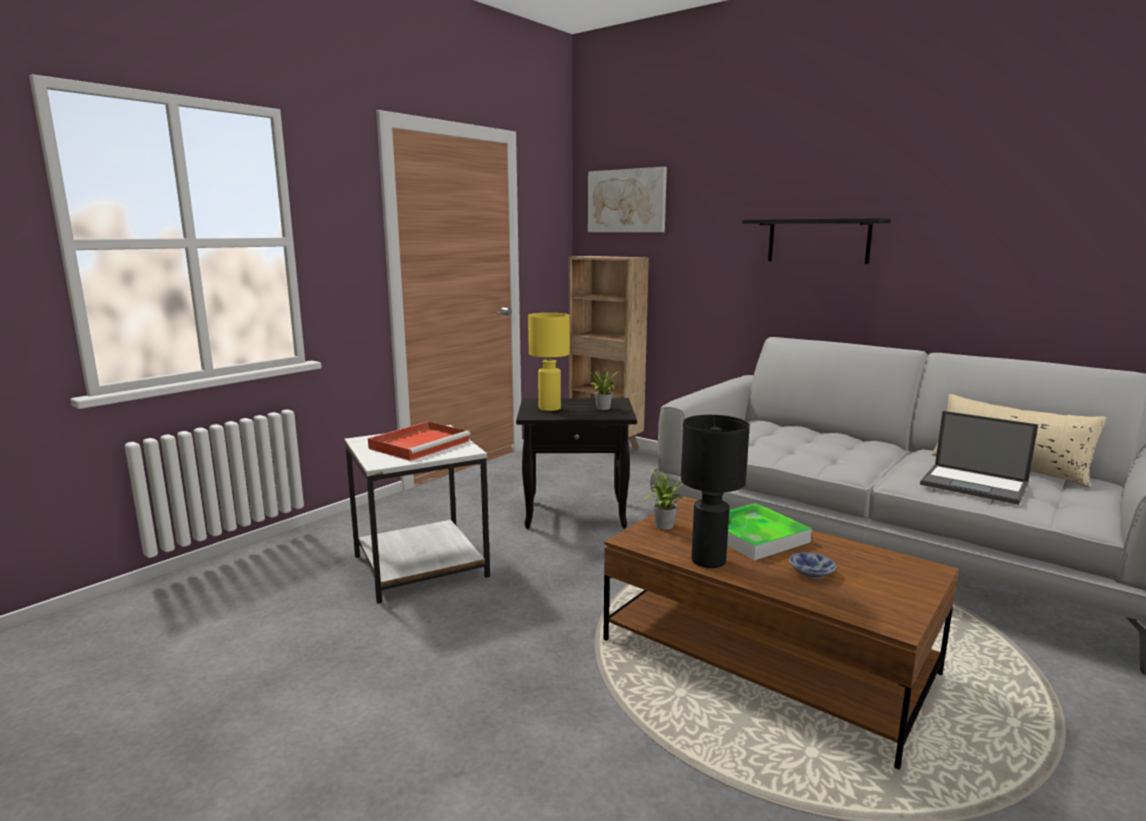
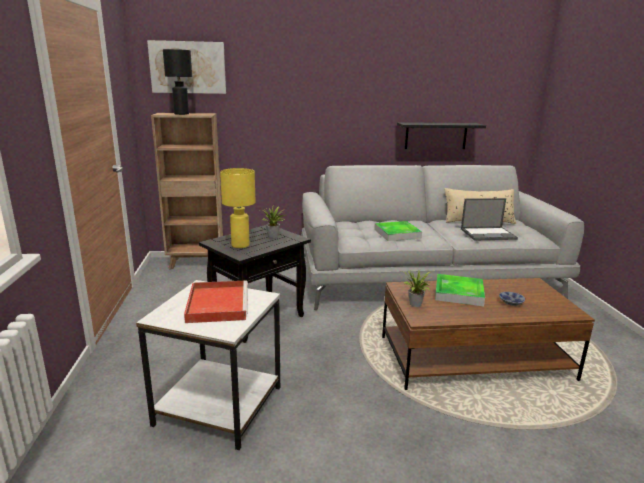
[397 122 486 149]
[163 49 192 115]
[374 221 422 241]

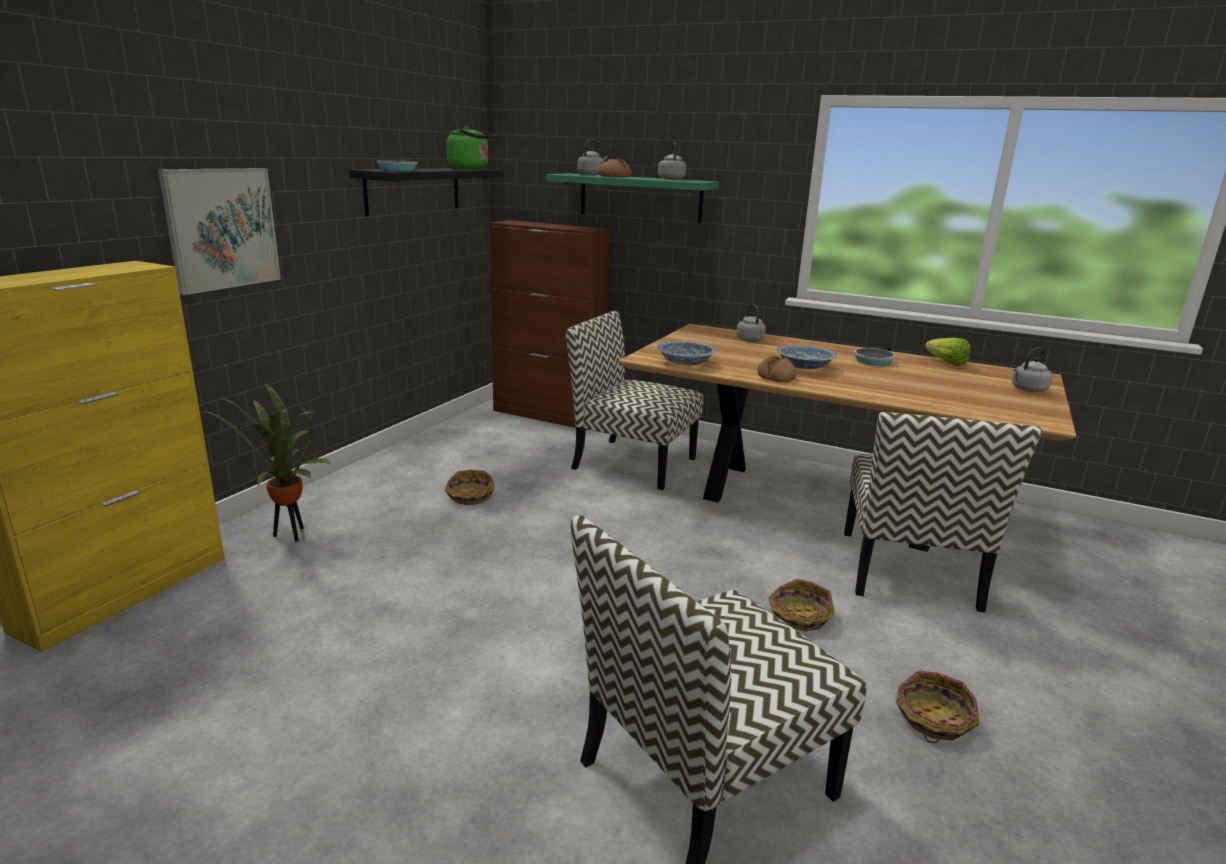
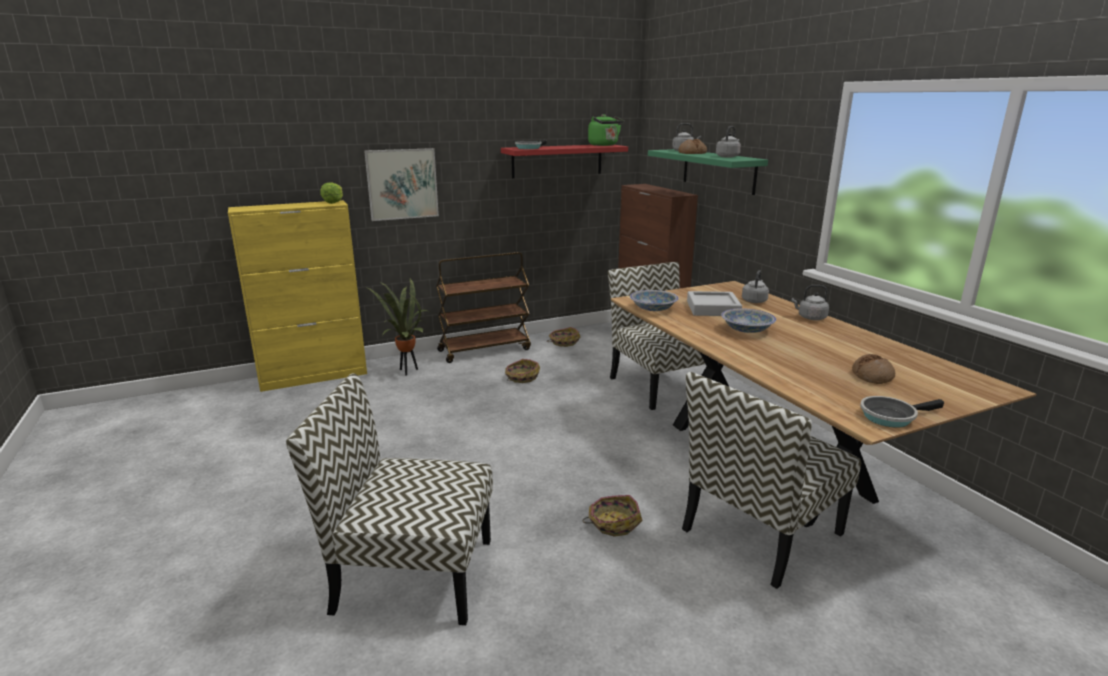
[501 145 628 178]
[320 182 343 204]
[860 396 944 428]
[792 285 829 320]
[852 354 895 384]
[547 327 581 347]
[436 252 531 363]
[687 291 742 316]

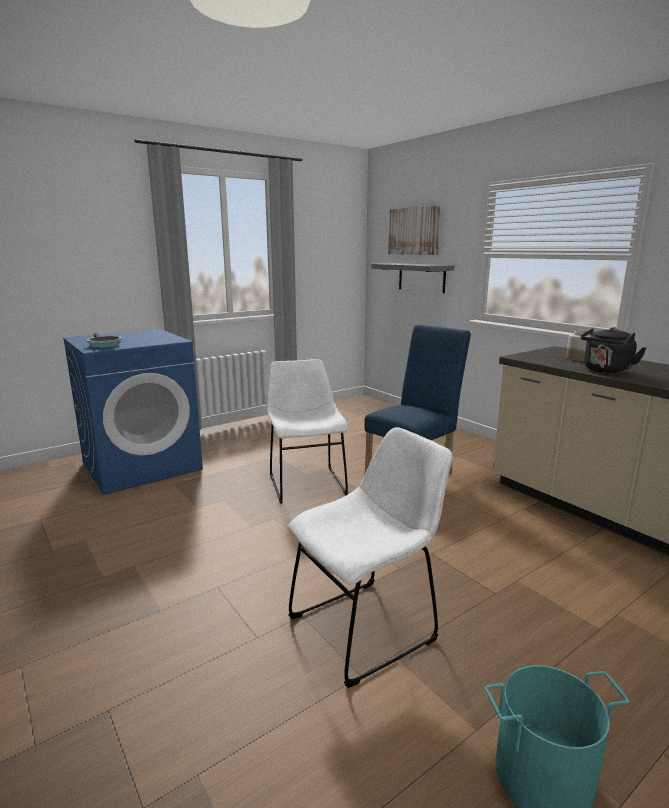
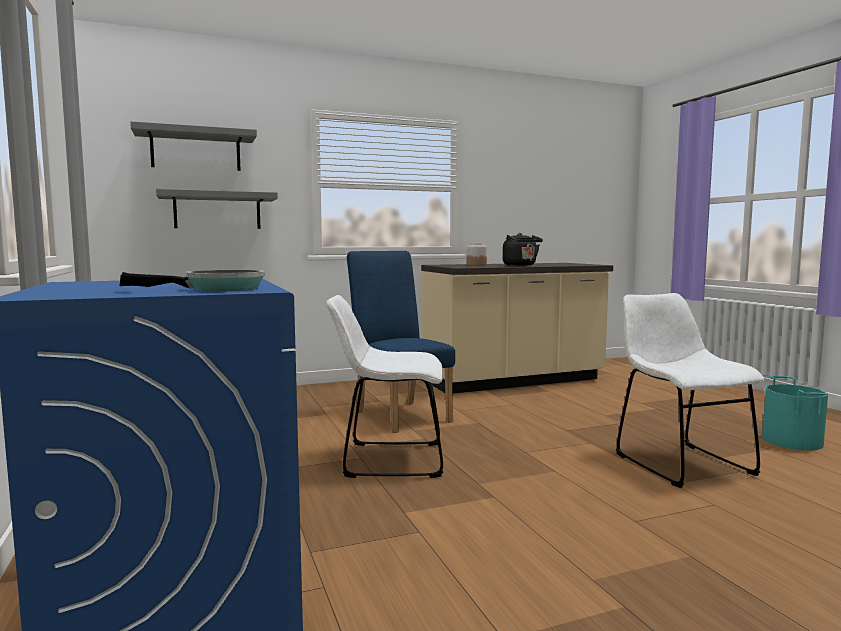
[130 121 257 171]

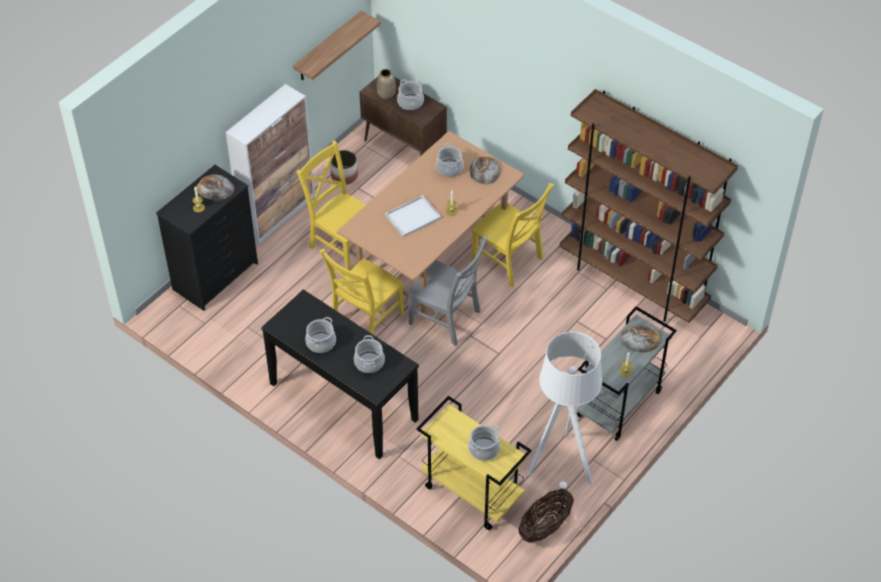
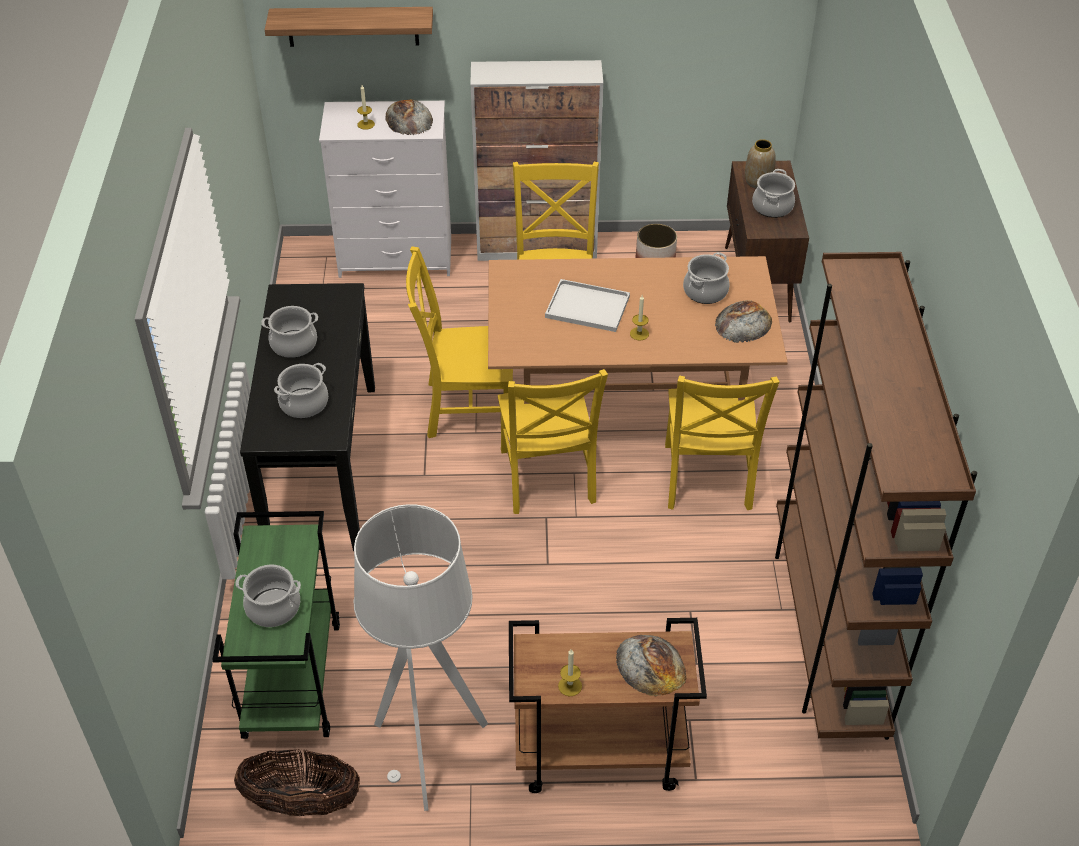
[265 7 433 47]
[319 101 451 278]
[498 369 608 514]
[509 618 707 793]
[213 511 340 739]

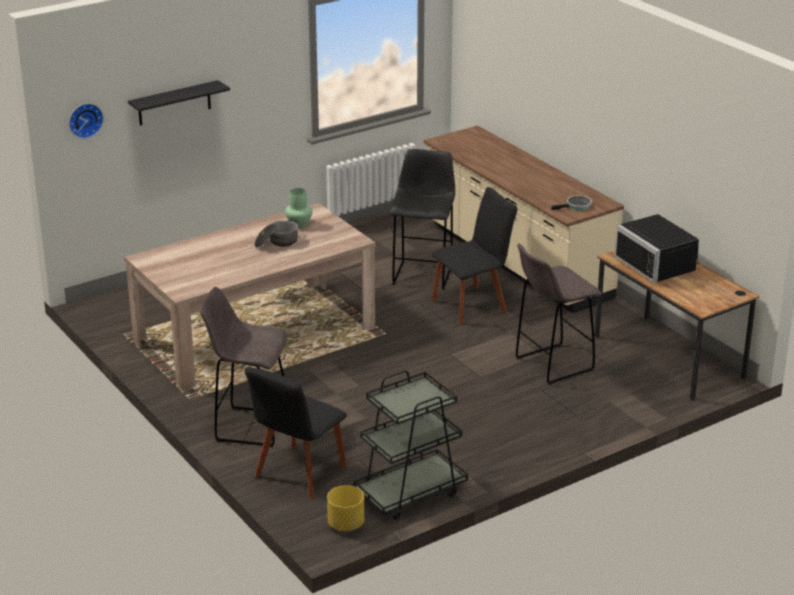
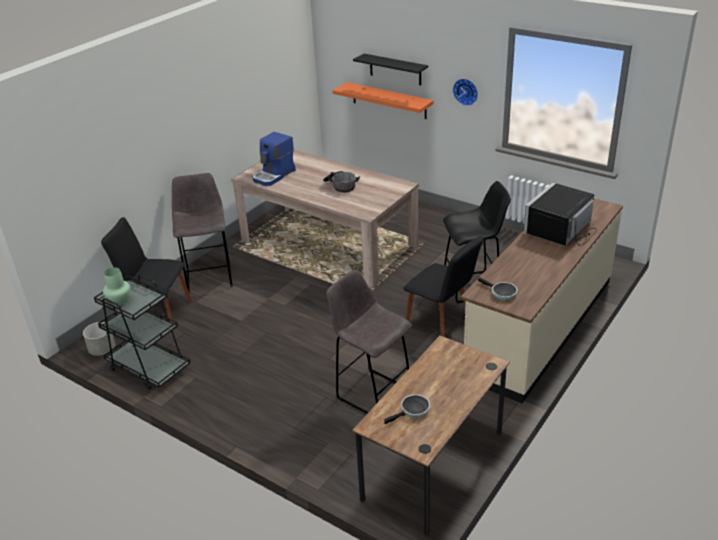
[453 78 478 106]
[103 267 131 305]
[523 183 597 246]
[83 322 115 356]
[332 82 434 119]
[252 132 296 186]
[384 394 430 424]

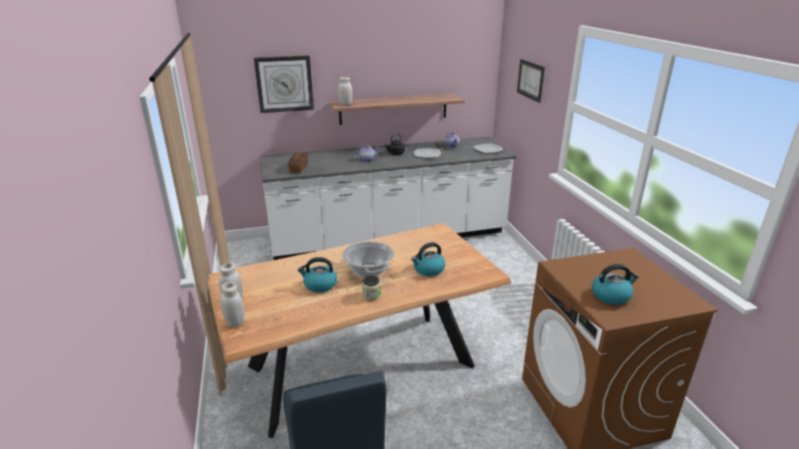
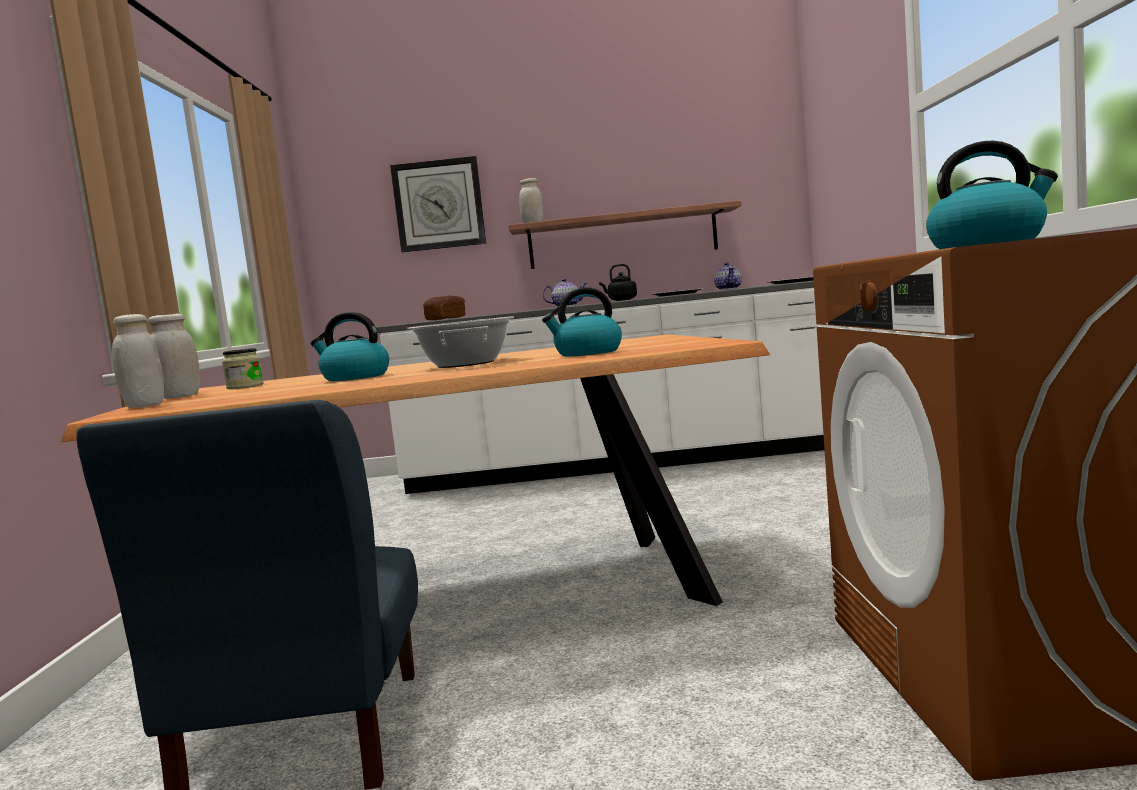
[517 59 545 103] (first image)
[222 348 264 389]

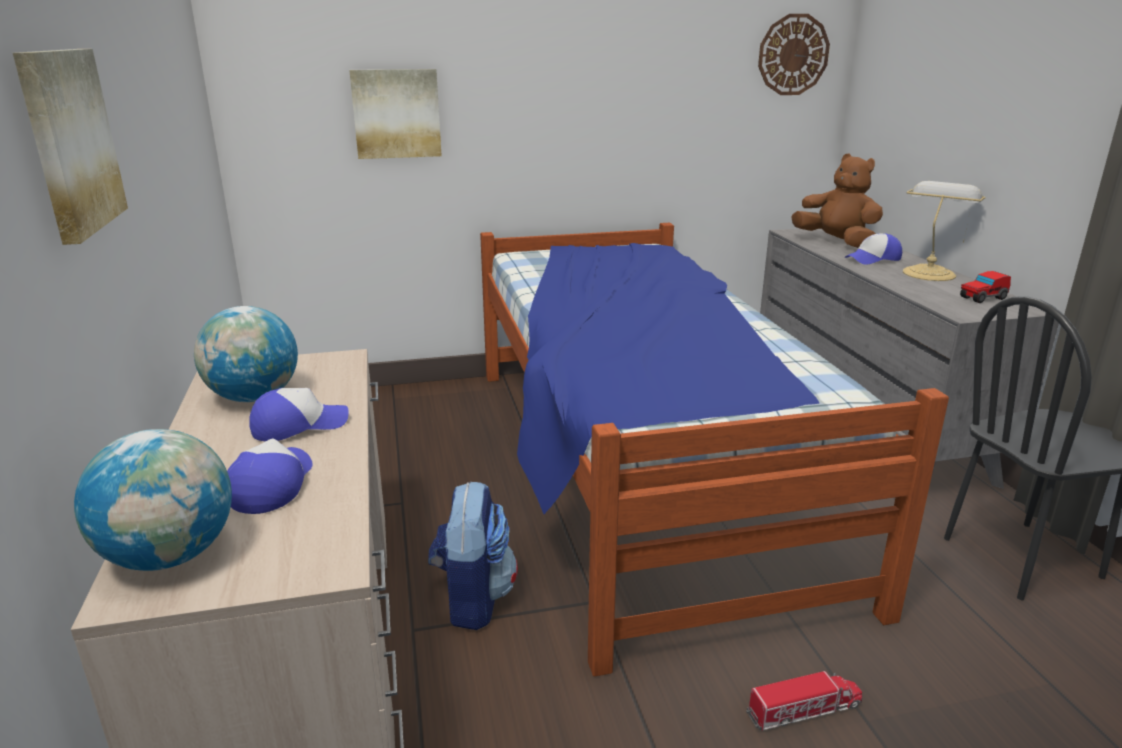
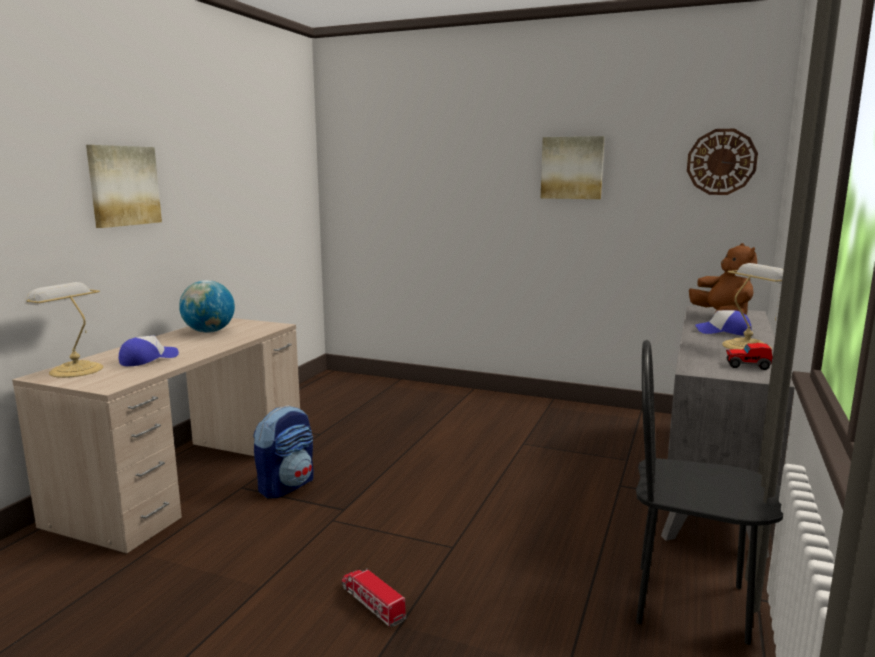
[541 136 605 199]
[480 223 949 677] (first image)
[249 388 349 442] (first image)
[24 282 103 378]
[342 568 406 627]

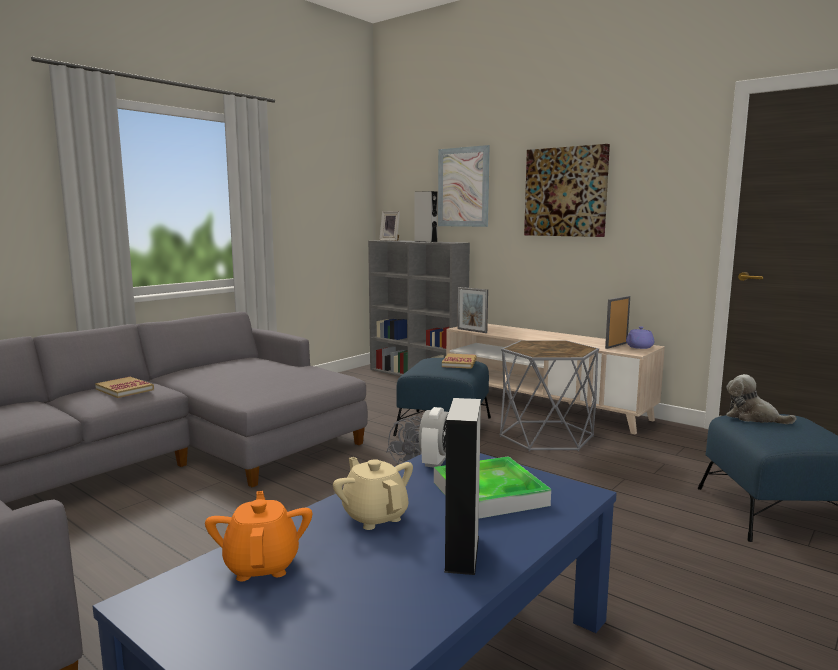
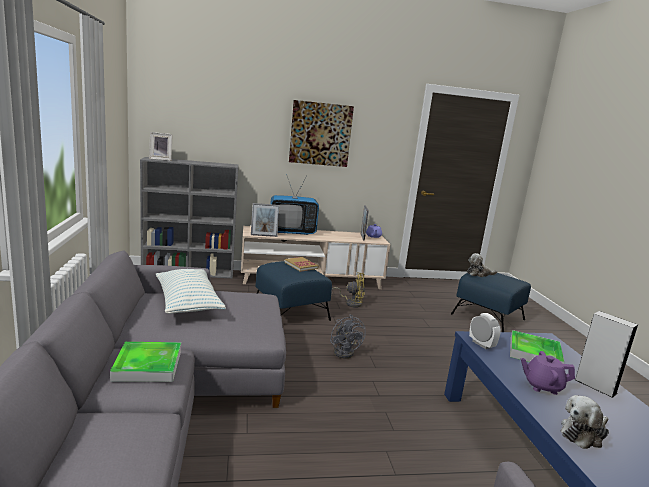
[438 145 490 227] (first image)
[414 191 437 242] (first image)
[331 272 365 308]
[110 342 181 382]
[521 351 575 395]
[561 395 609 449]
[270 174 319 235]
[156 269 226 314]

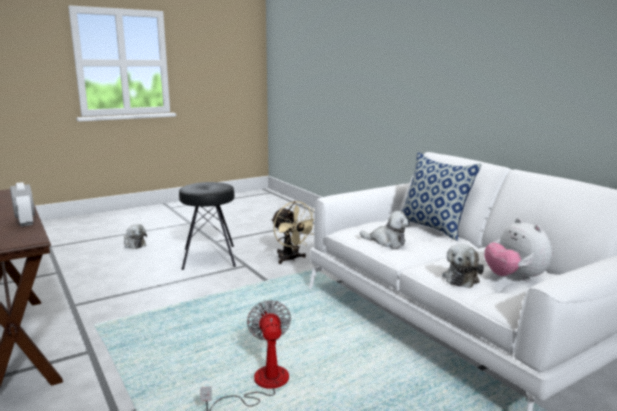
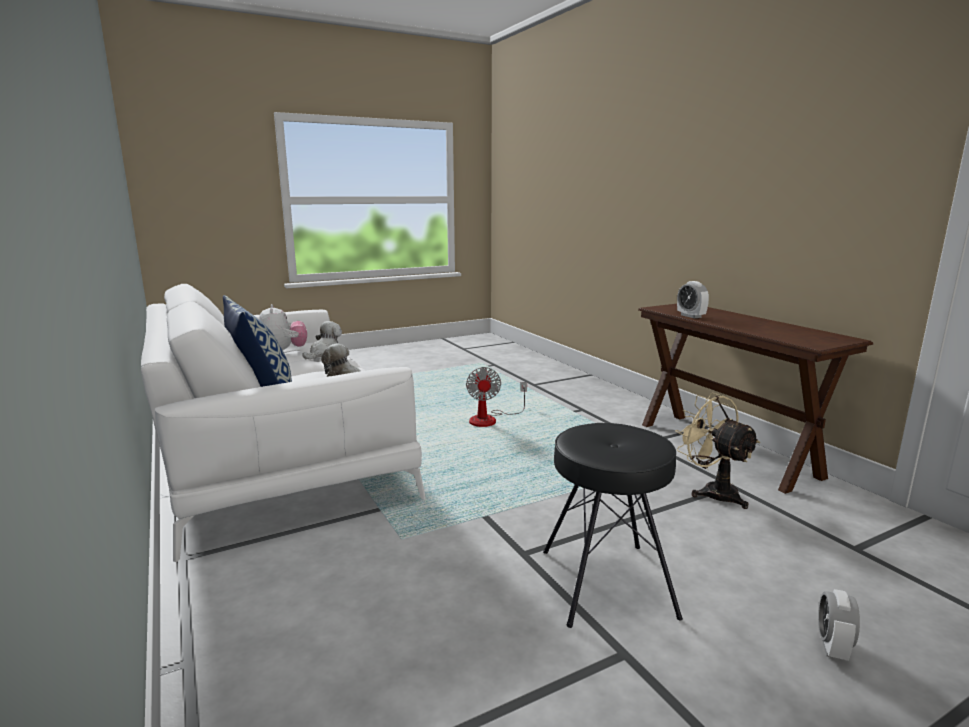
[675 393 760 509]
[818 589 860 661]

